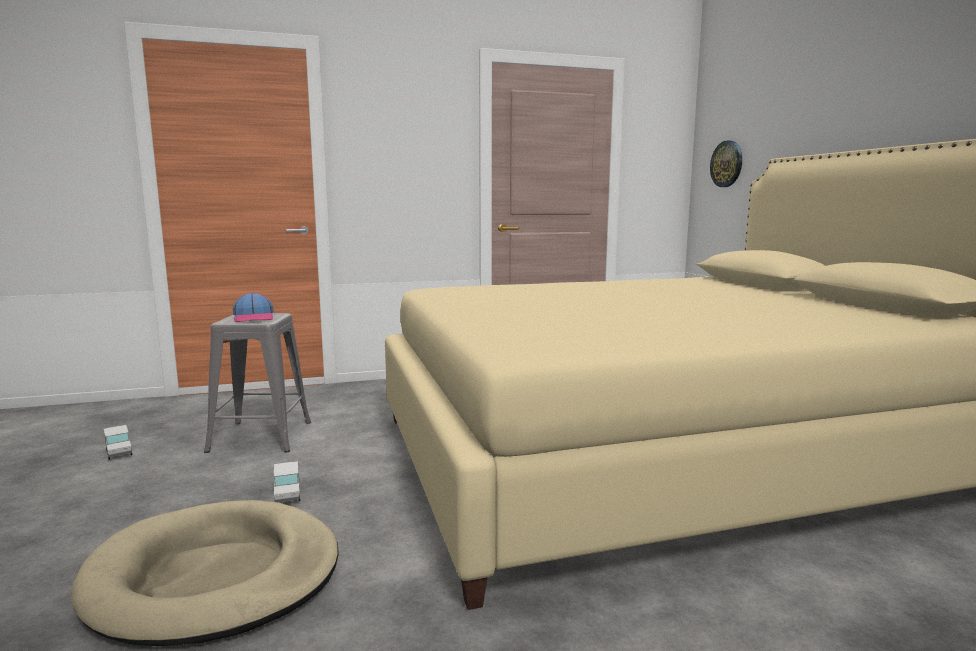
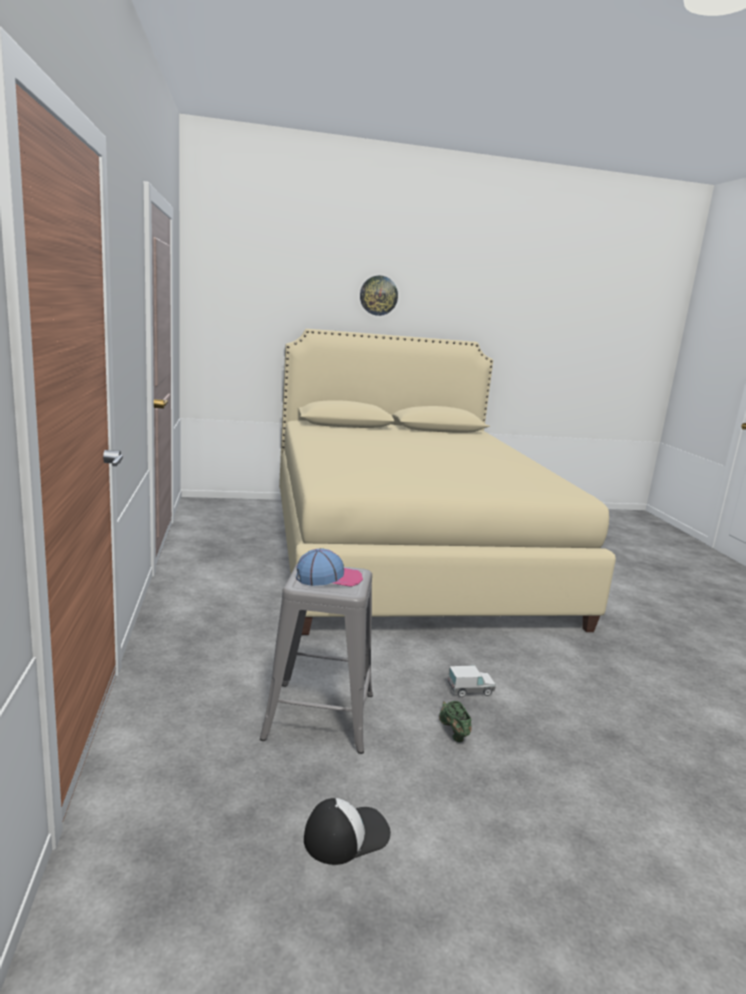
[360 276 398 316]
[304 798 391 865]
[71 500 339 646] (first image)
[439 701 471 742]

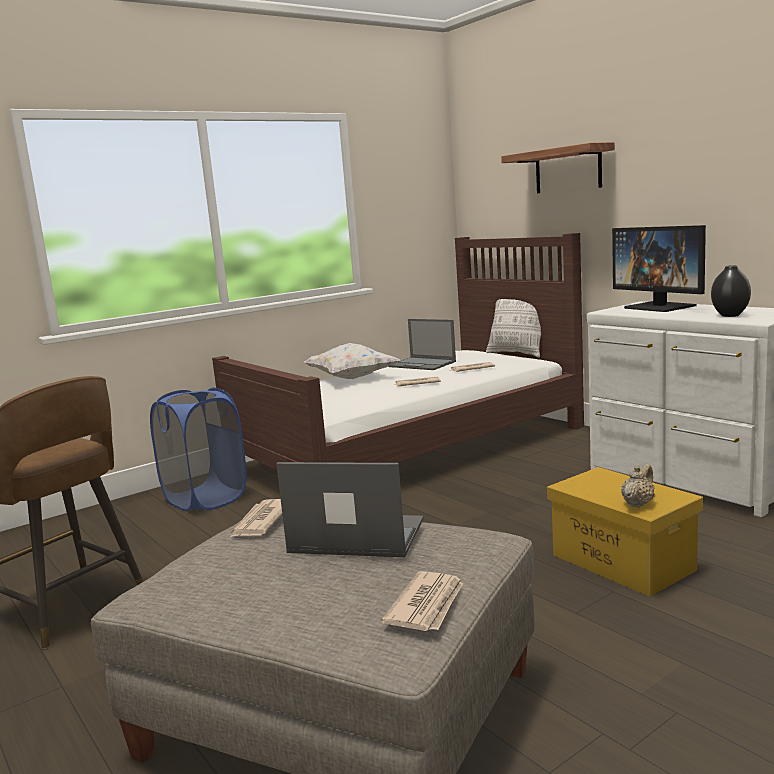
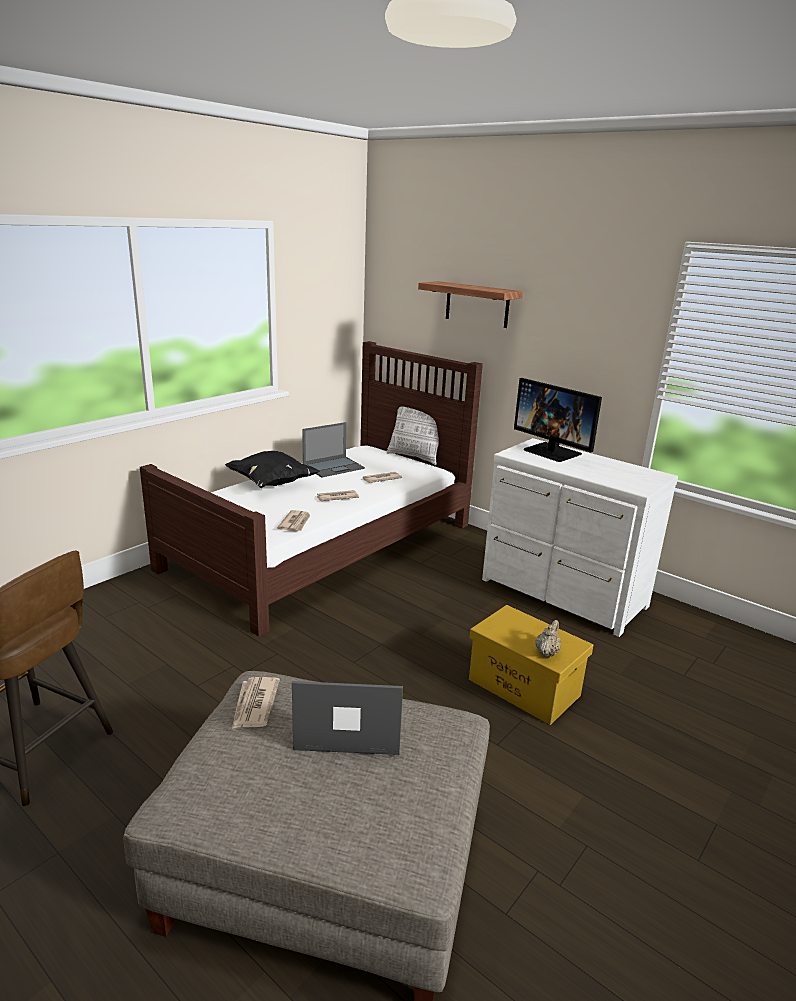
[711 265 751 317] (first image)
[302 422 365 478]
[225 451 320 488]
[150 388 247 511] (first image)
[277 510 311 531]

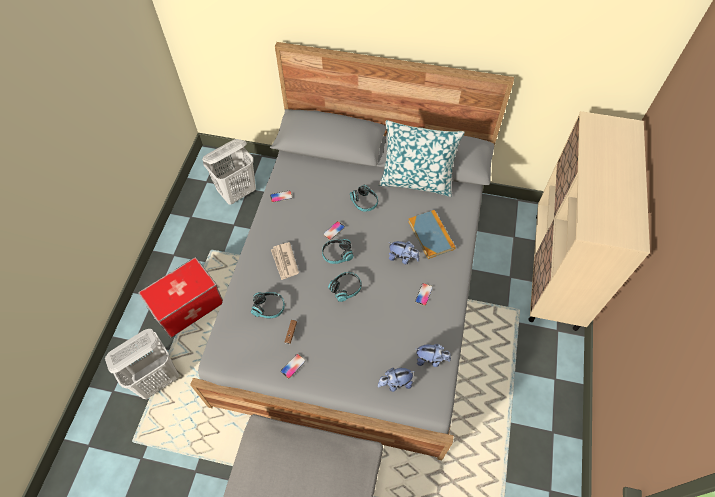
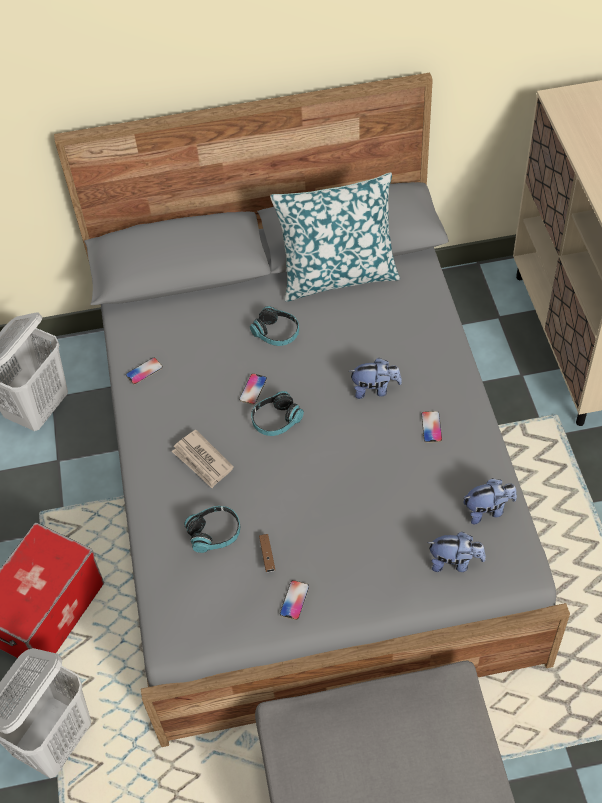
[408 210 456 259] (first image)
[328 272 361 302] (first image)
[427 532 486 572]

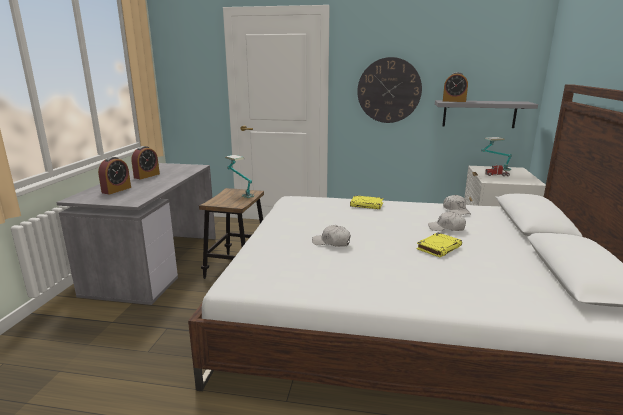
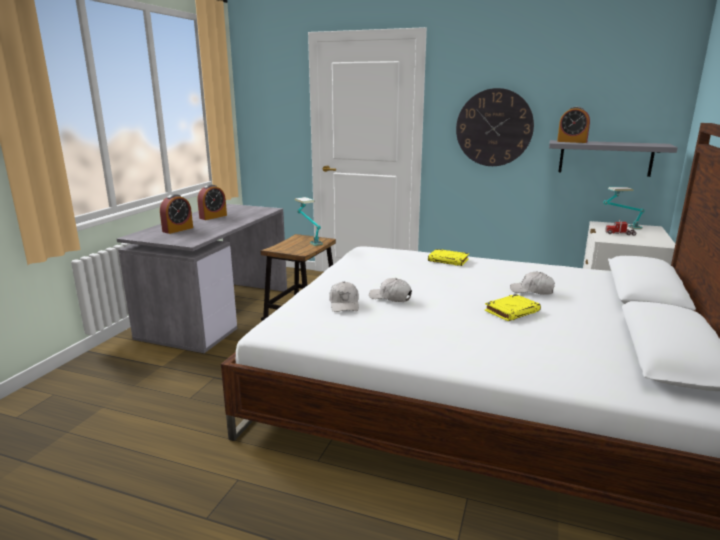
[329 282 359 312]

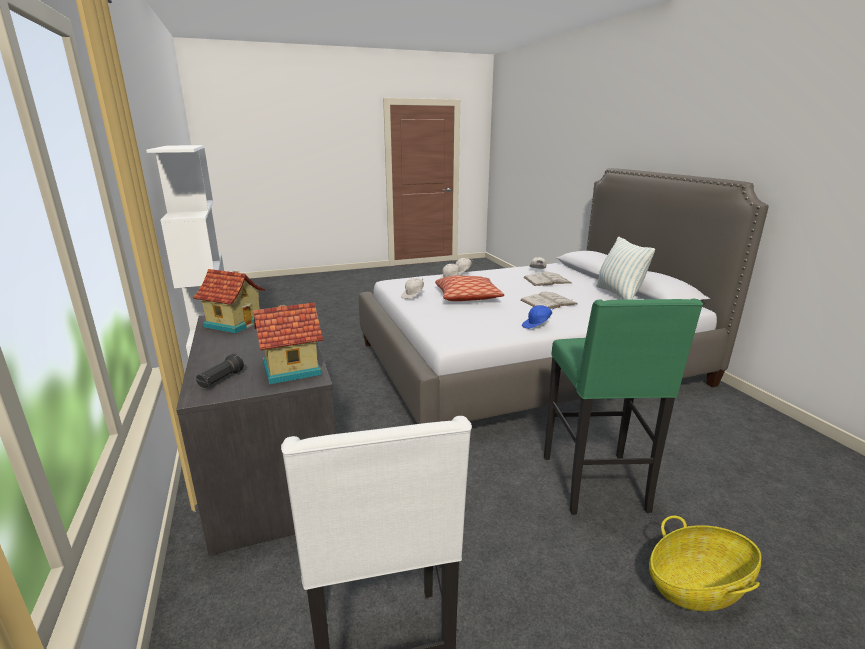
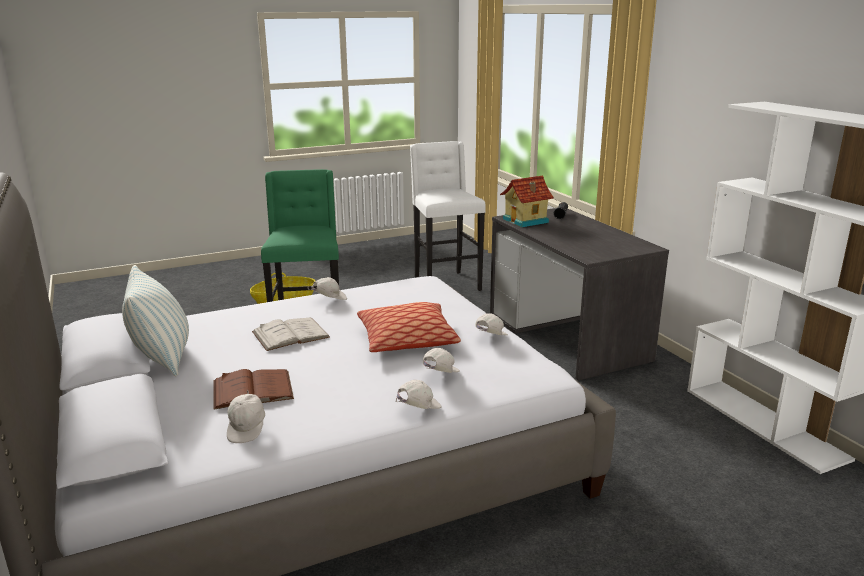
[193 269 265 334] (first image)
[214 369 294 410]
[307 277 347 300]

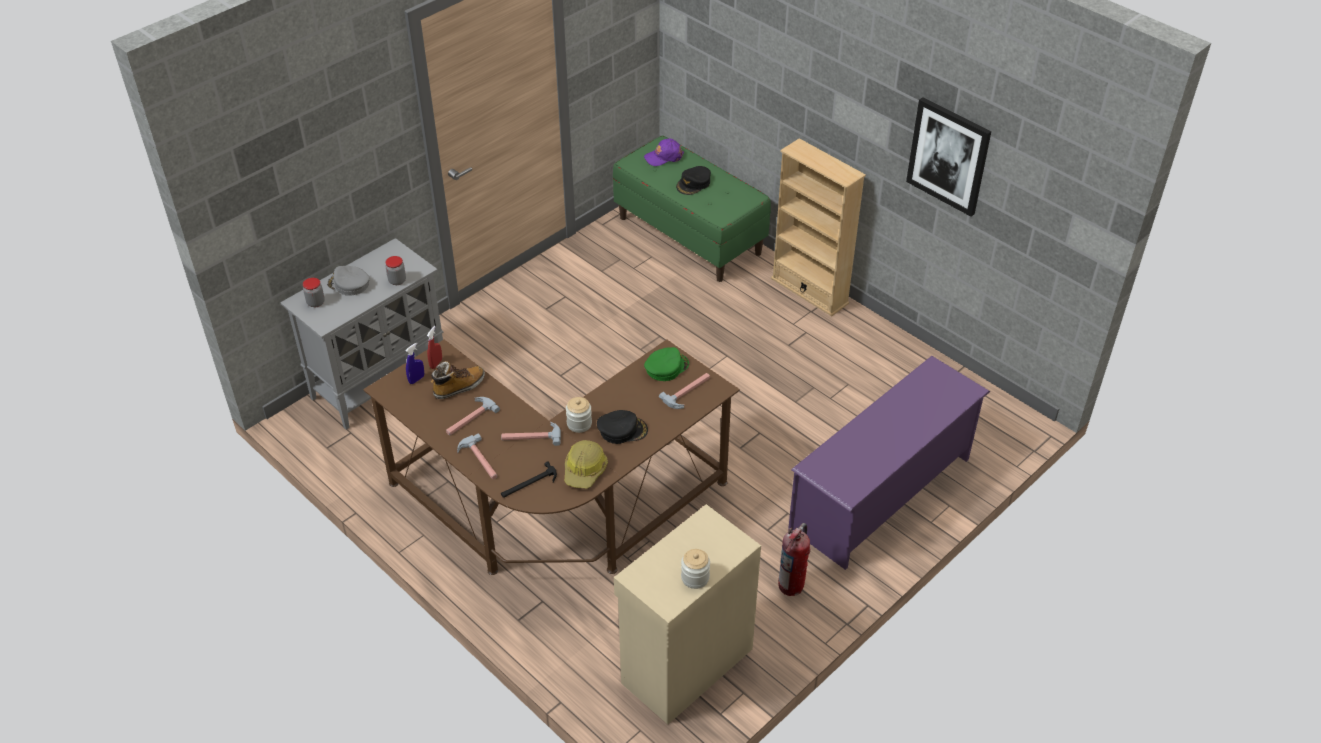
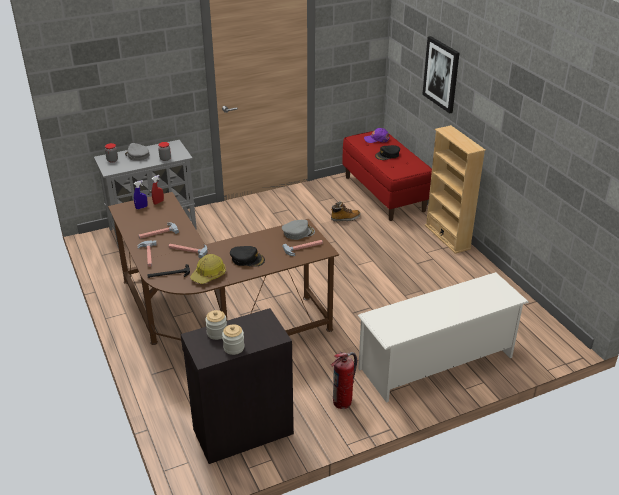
[422 36 459 114]
[342 131 432 221]
[282 220 315 240]
[358 272 529 403]
[331 201 360 222]
[205 310 227 340]
[180 308 294 464]

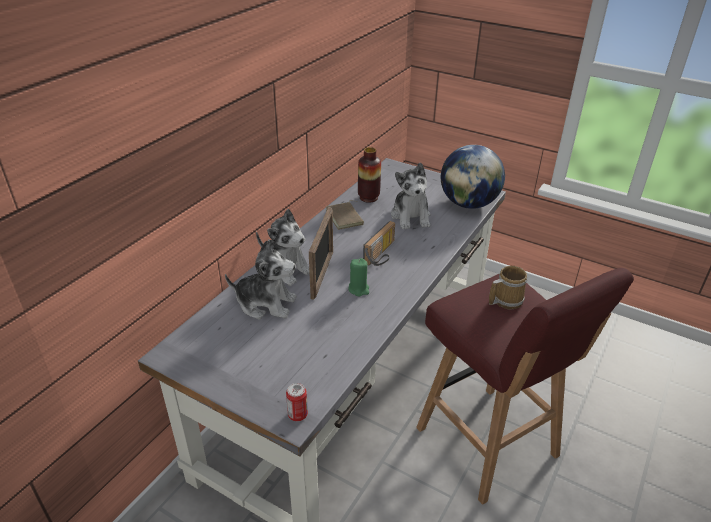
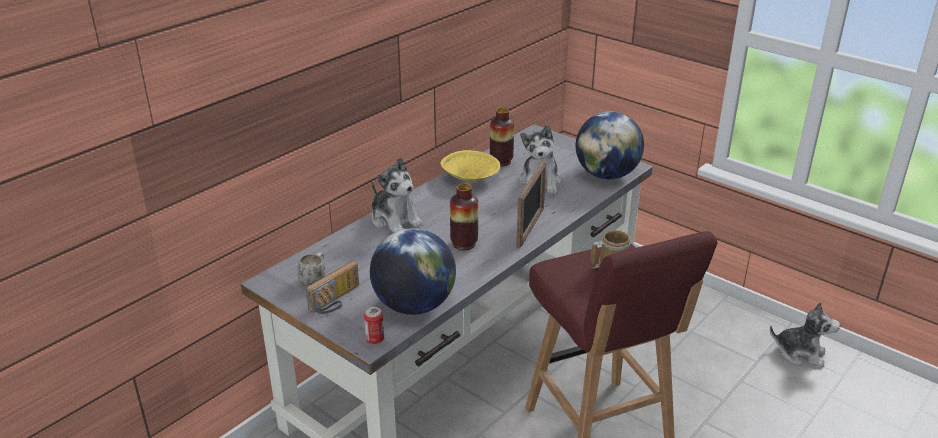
[440 150 500 182]
[516 161 546 249]
[306 261 359 314]
[770 302 840 367]
[450 183 478 250]
[370 228 456 315]
[297 252 325 285]

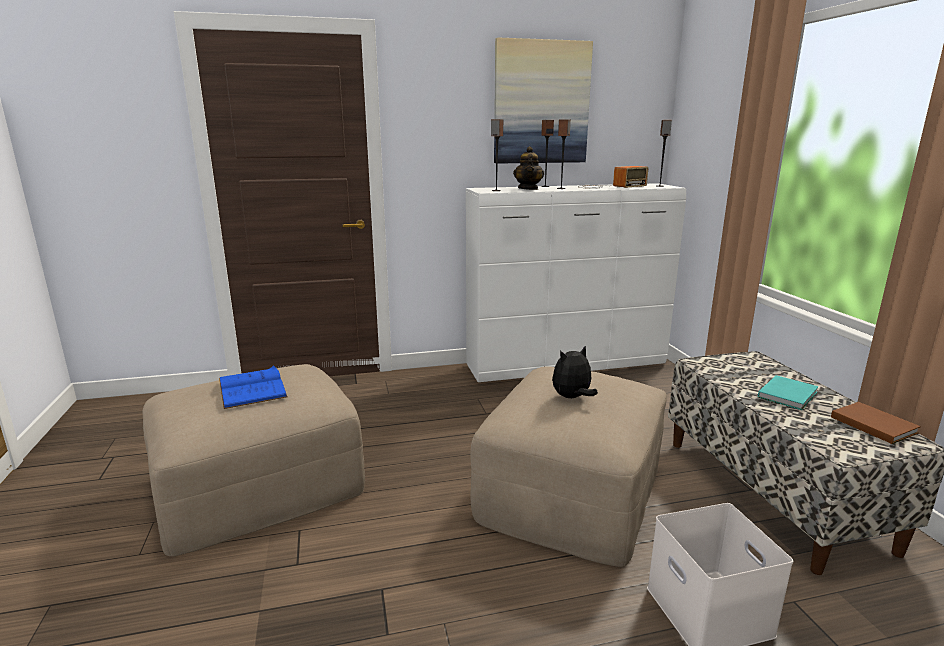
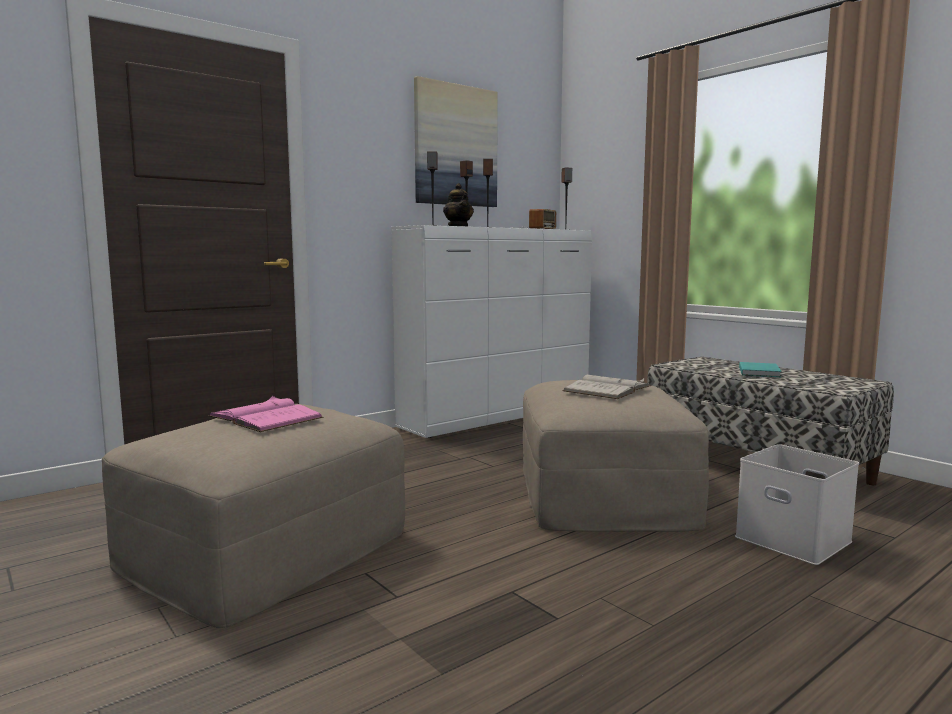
[562 375 651 399]
[208 396 323 432]
[831 402 921 444] (first image)

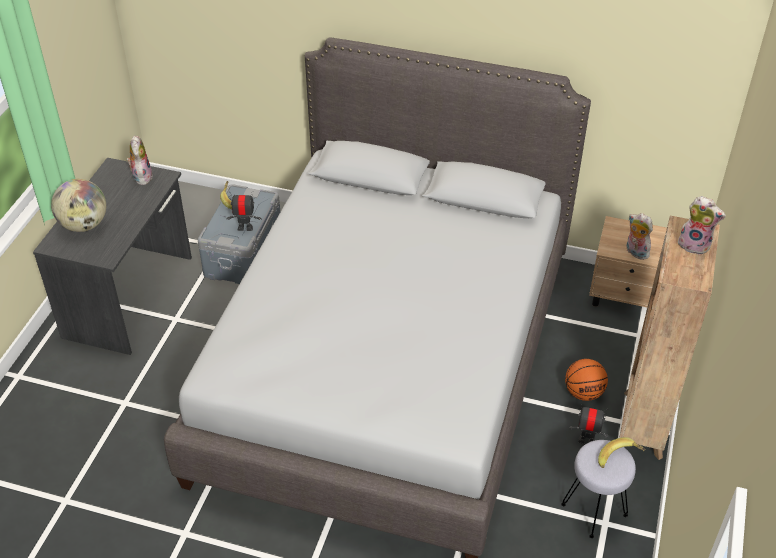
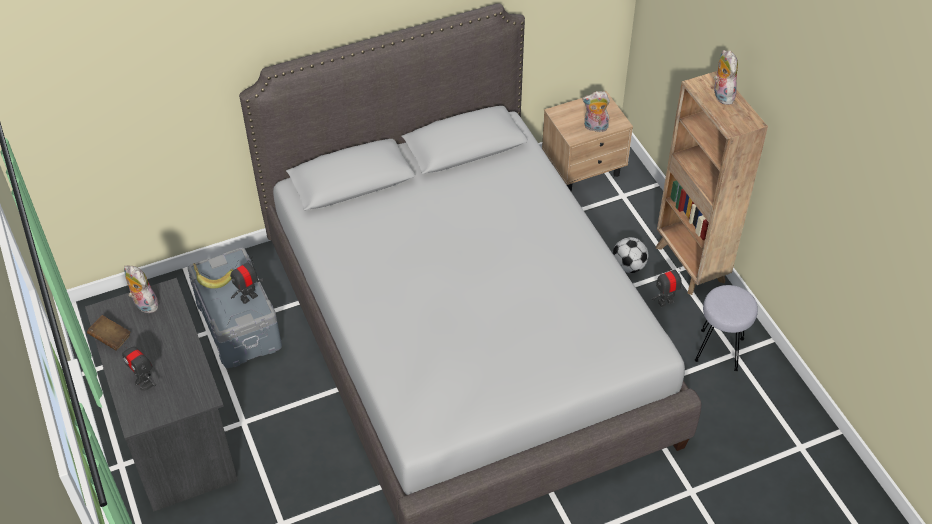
[122 339 156 391]
[714 50 738 105]
[613 237 648 273]
[598 437 646 468] (first image)
[87 315 131 350]

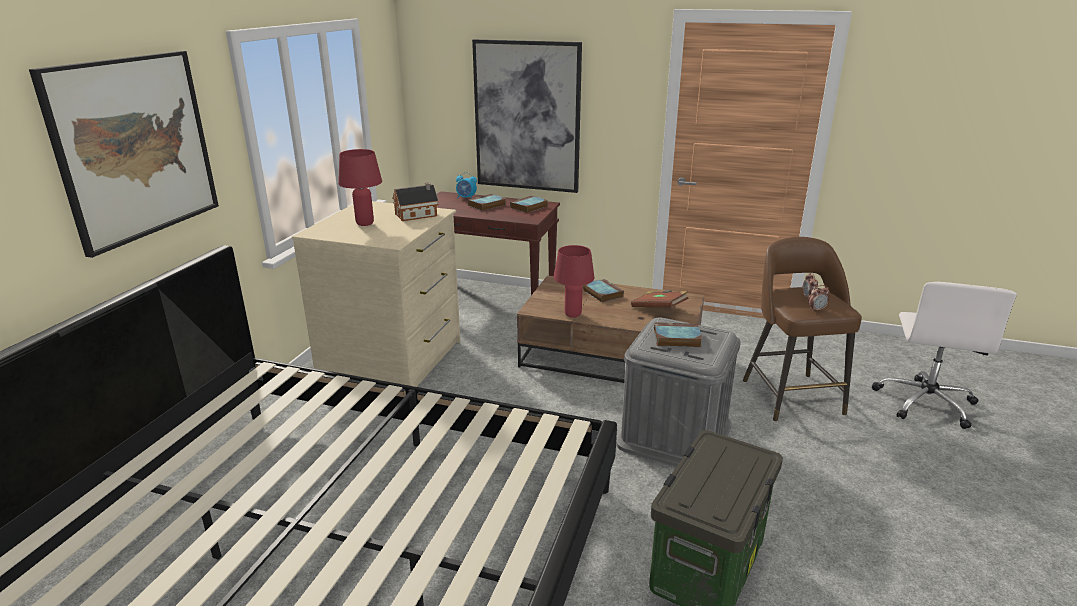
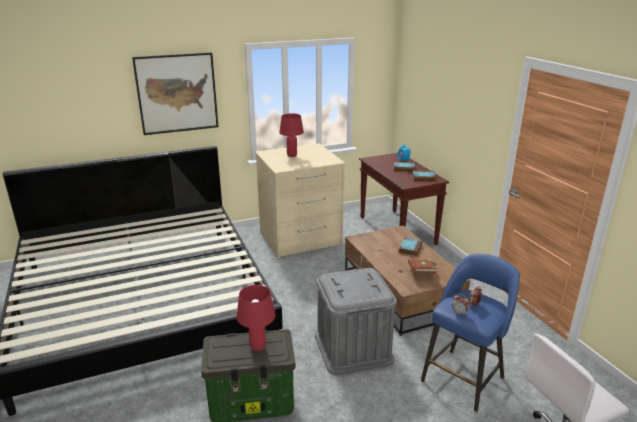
[472 39 582 193] (first image)
[392 182 438 221] (first image)
[421 254 520 412]
[237 285 276 351]
[654 322 703 347] (first image)

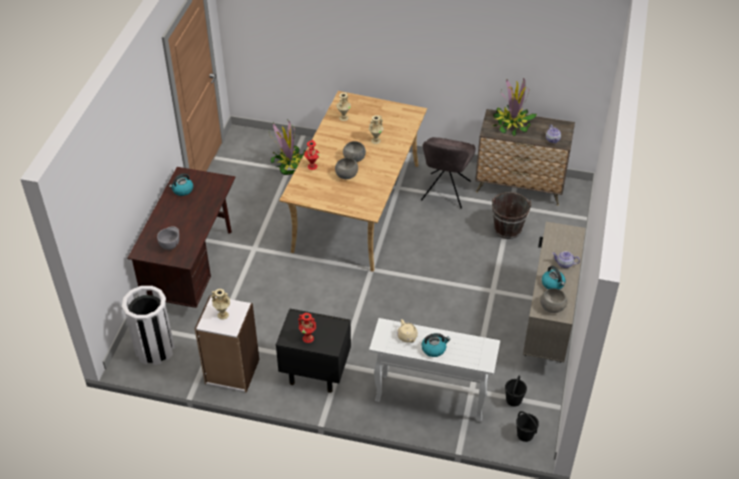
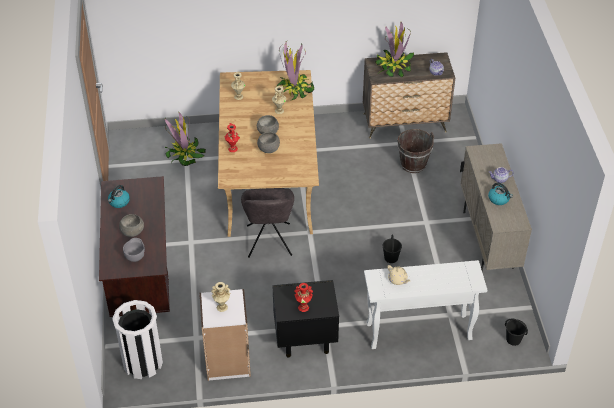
[241 188 294 258]
[119 214 144 237]
[421 333 450 357] (first image)
[383 234 402 263]
[276 40 314 100]

